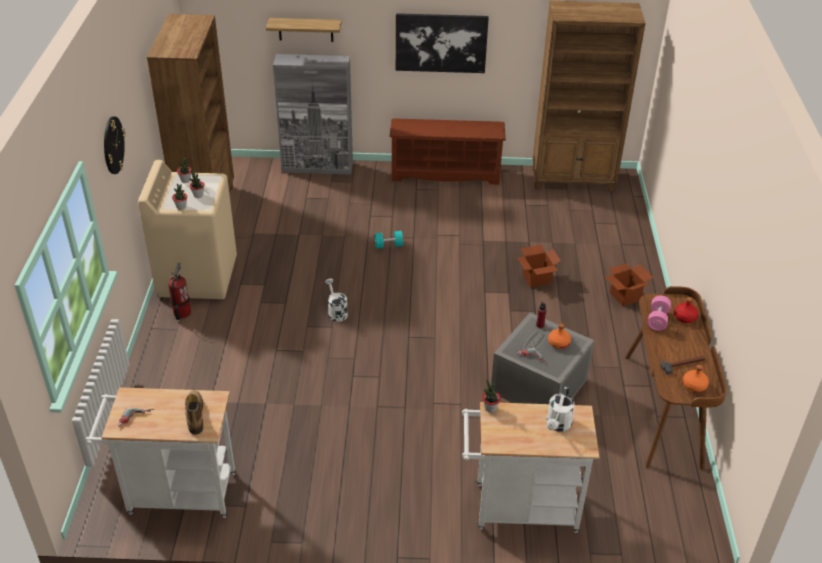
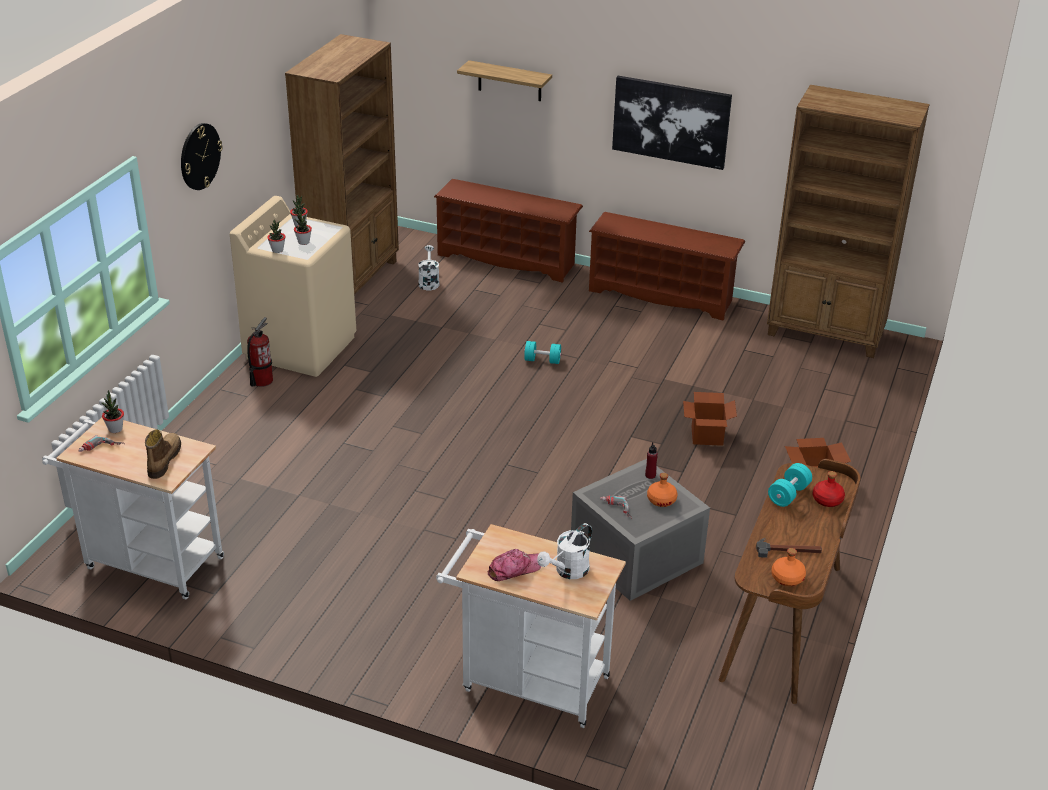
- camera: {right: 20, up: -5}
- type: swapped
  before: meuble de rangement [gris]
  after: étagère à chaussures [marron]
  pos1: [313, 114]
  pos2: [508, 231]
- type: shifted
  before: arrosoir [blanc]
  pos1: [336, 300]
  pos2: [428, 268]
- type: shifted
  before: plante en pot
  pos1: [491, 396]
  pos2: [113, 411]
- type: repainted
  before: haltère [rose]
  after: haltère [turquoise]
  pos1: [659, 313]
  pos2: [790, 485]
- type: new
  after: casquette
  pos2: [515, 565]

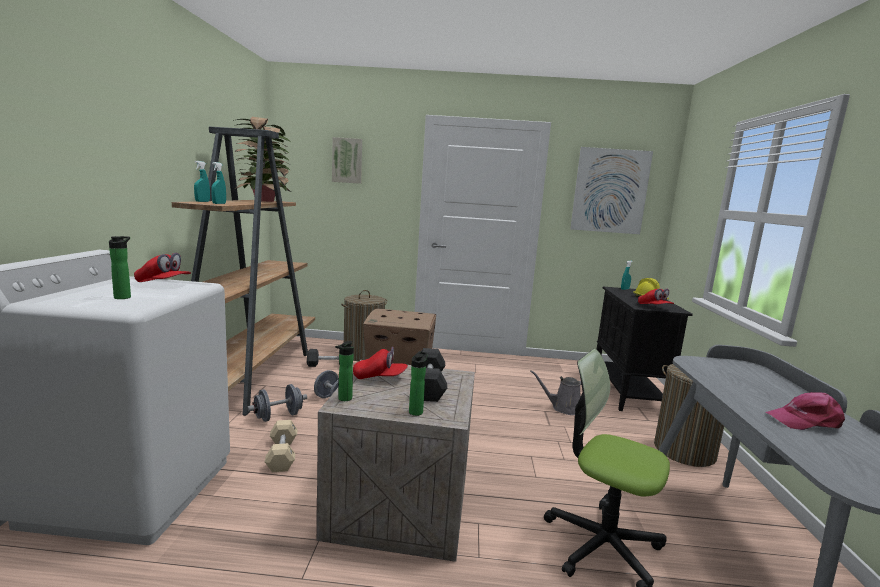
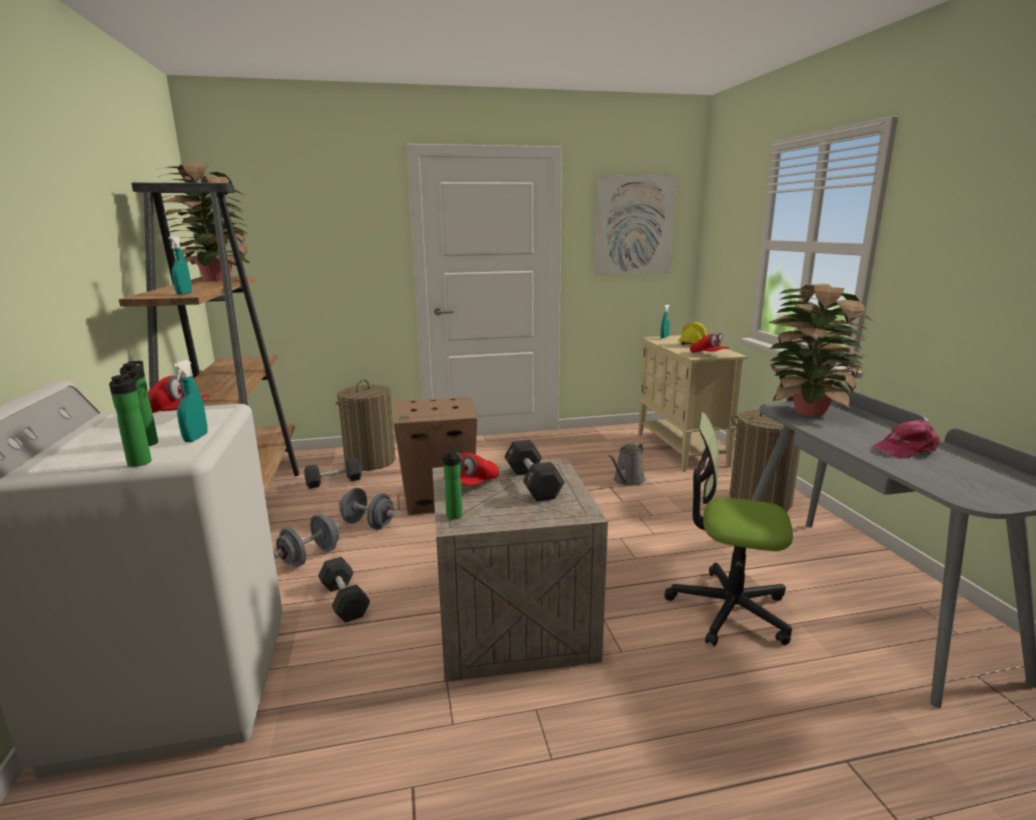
- camera: {right: -15, up: 5}
- type: shifted
  before: vaporisateur [turquoise]
  pos1: [202, 181]
  pos2: [190, 401]
- type: repainted
  before: haltère [beige]
  after: haltère [noir]
  pos1: [281, 446]
  pos2: [344, 590]
- type: gone
  before: tableau
  pos1: [347, 160]
- type: rotated
  before: casquette [rouge]
  pos1: [380, 363]
  pos2: [471, 469]
  turn: 135
- type: shifted
  before: bouteille
  pos1: [418, 383]
  pos2: [130, 420]
- type: rotated
  before: arrosoir [gris]
  pos1: [555, 392]
  pos2: [627, 464]
  turn: -45
- type: repainted
  before: meuble de rangement [noir]
  after: meuble de rangement [beige]
  pos1: [645, 349]
  pos2: [693, 403]
- type: new
  after: plante en pot
  pos2: [821, 350]

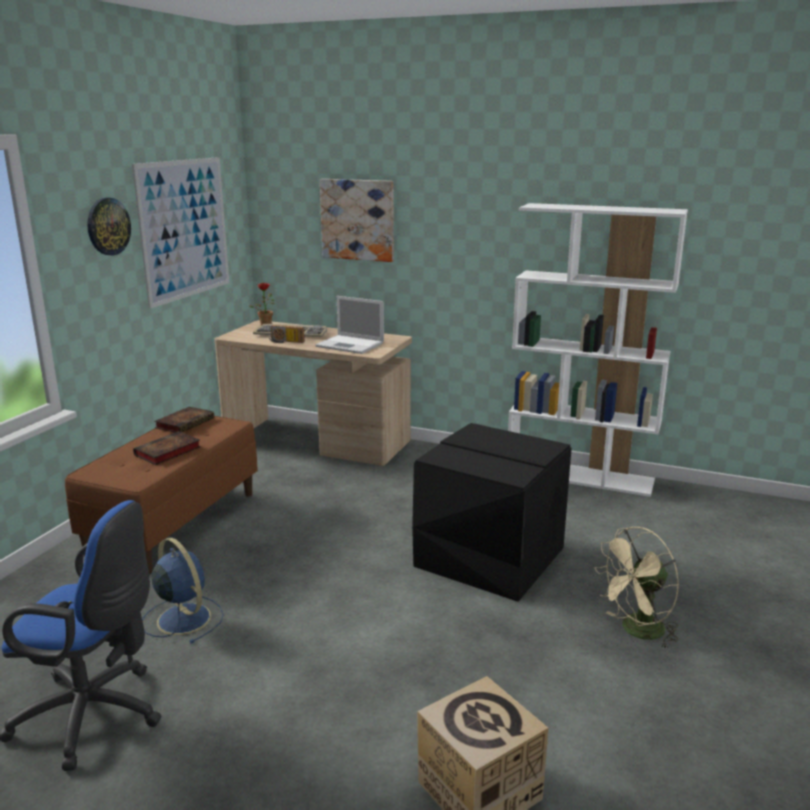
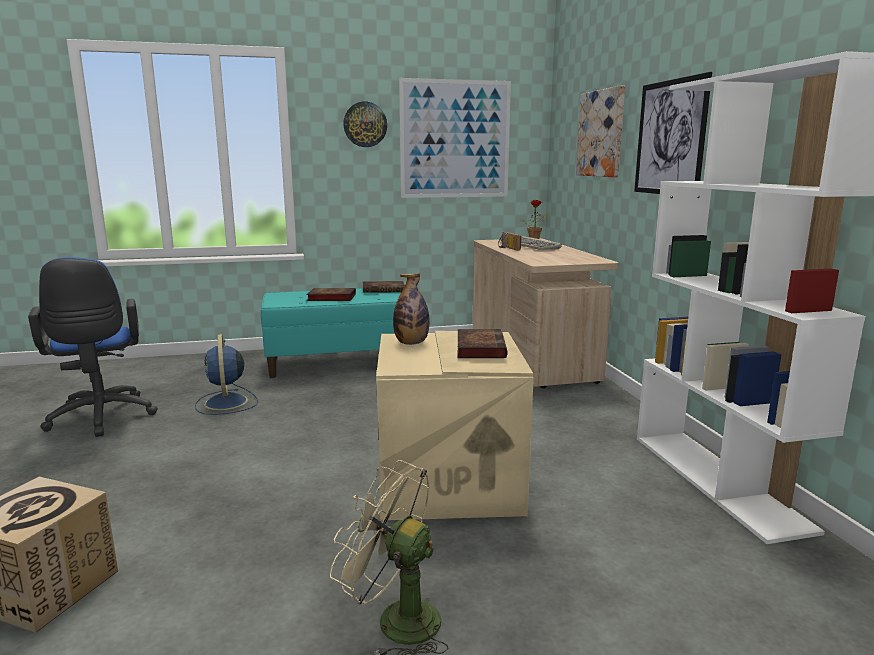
- camera: {right: 55, up: -5}
- type: repainted
  before: banc [marron]
  after: banc [turquoise]
  pos1: [161, 495]
  pos2: [331, 333]
- type: rotated
  before: ventilateur [bleu]
  pos1: [183, 591]
  pos2: [226, 374]
  turn: 150
- type: gone
  before: ordinateur portable
  pos1: [349, 325]
- type: repainted
  before: boîte de rangement [noir]
  after: boîte de rangement [beige]
  pos1: [492, 512]
  pos2: [455, 426]
- type: new
  after: bouteille
  pos2: [411, 309]
- type: new
  after: livre
  pos2: [482, 343]
- type: new
  after: tableau
  pos2: [673, 133]

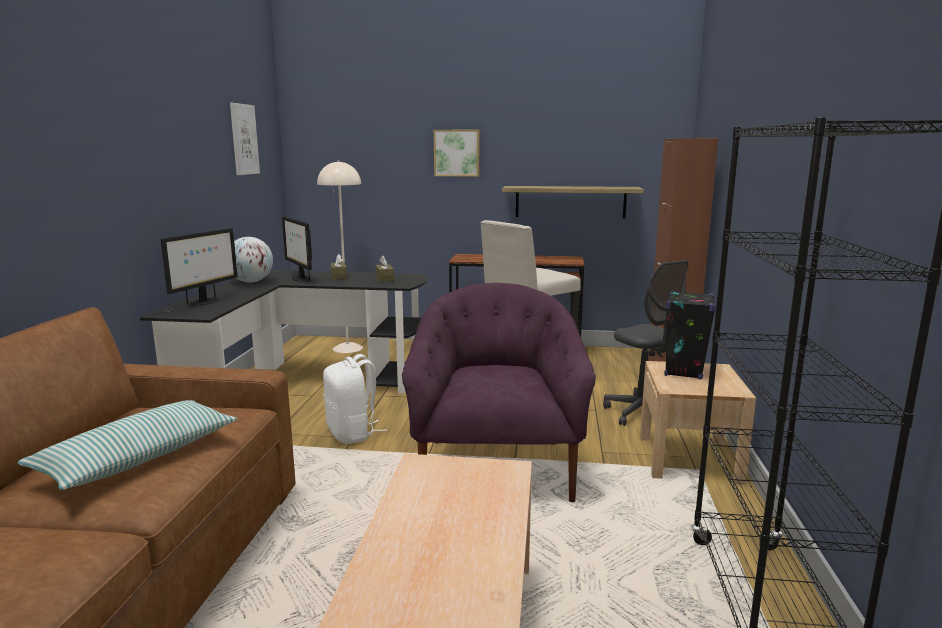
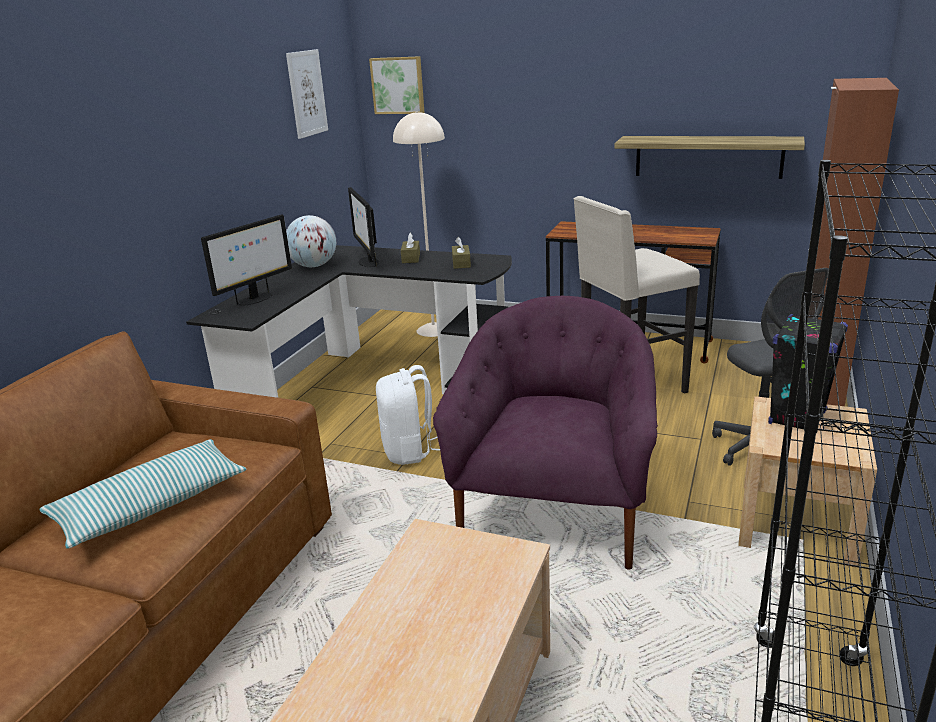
- camera: {right: 15, up: 10}
- type: shifted
  before: tableau
  pos1: [456, 153]
  pos2: [397, 85]

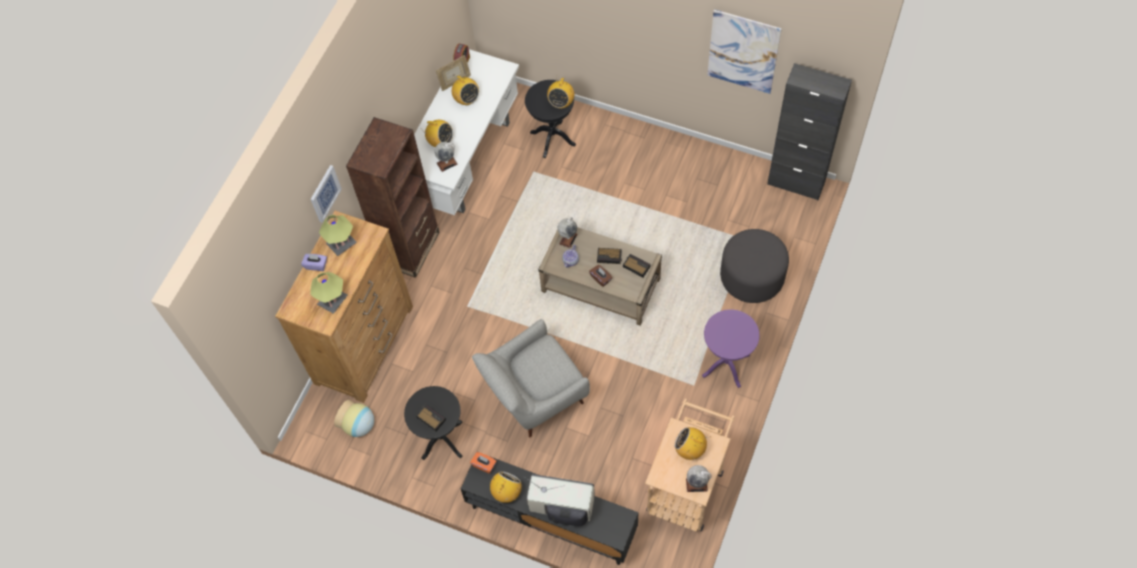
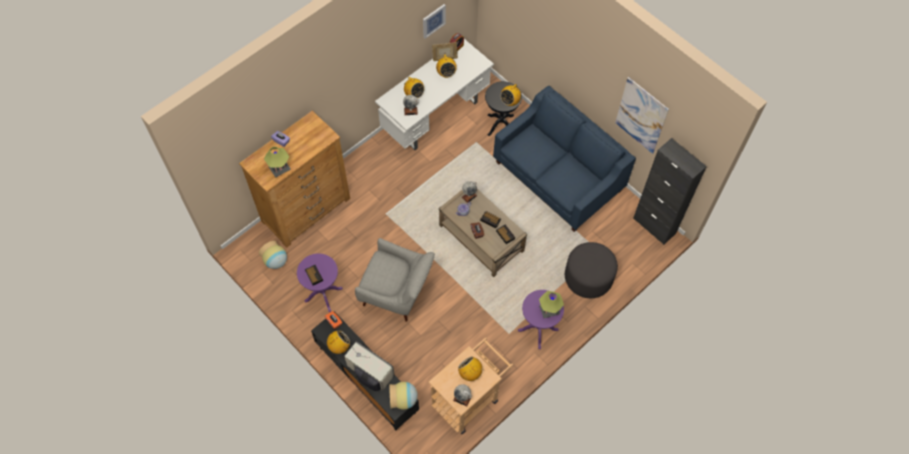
- camera: {right: 20, up: 0}
- type: shifted
  before: tableau
  pos1: [326, 194]
  pos2: [434, 21]
- type: shifted
  before: lampe de table
  pos1: [338, 235]
  pos2: [551, 304]
- type: gone
  before: bibliothèque [marron]
  pos1: [392, 197]
- type: repainted
  before: table d'appoint [noir]
  after: table d'appoint [violet]
  pos1: [433, 423]
  pos2: [320, 282]
- type: rotated
  before: fauteuil [gris]
  pos1: [531, 378]
  pos2: [395, 280]
  turn: -150
- type: new
  after: vase
  pos2: [403, 396]
- type: new
  after: canapé [bleu]
  pos2: [564, 159]

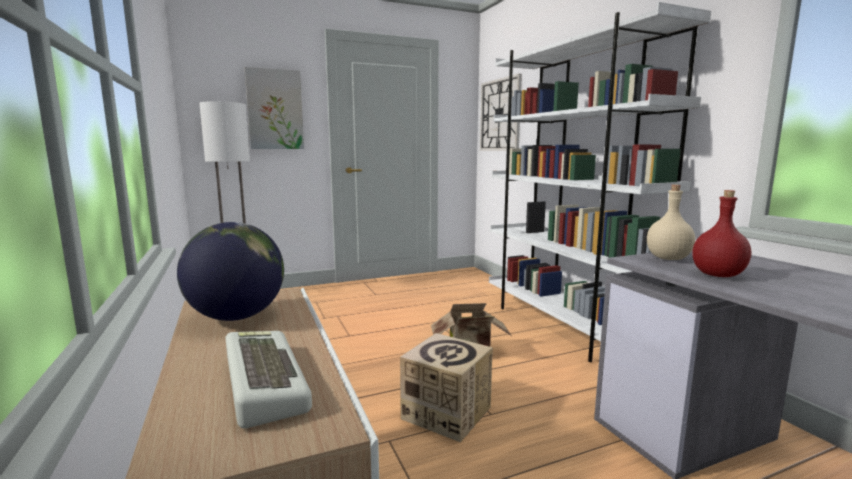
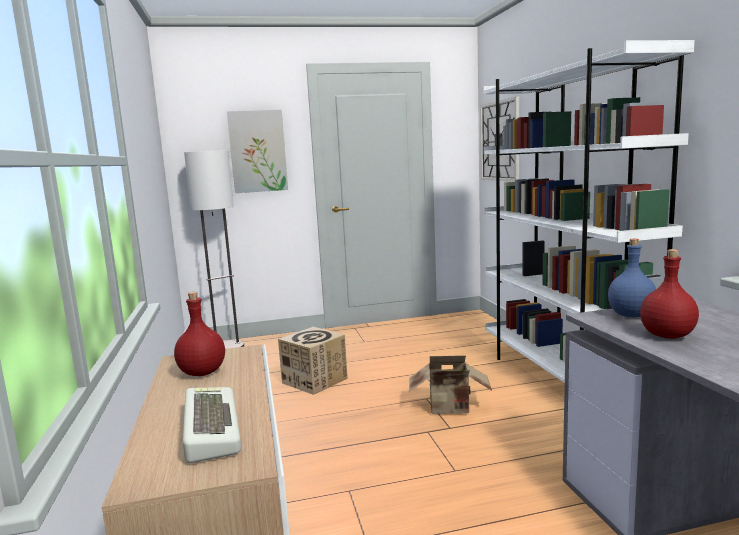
- camera: {right: 10, up: 0}
- type: swapped
  before: globe
  after: bouteille [rouge]
  pos1: [230, 271]
  pos2: [199, 334]
- type: shifted
  before: carton
  pos1: [446, 387]
  pos2: [313, 361]
- type: repainted
  before: bouteille [beige]
  after: bouteille [bleu]
  pos1: [671, 222]
  pos2: [632, 278]

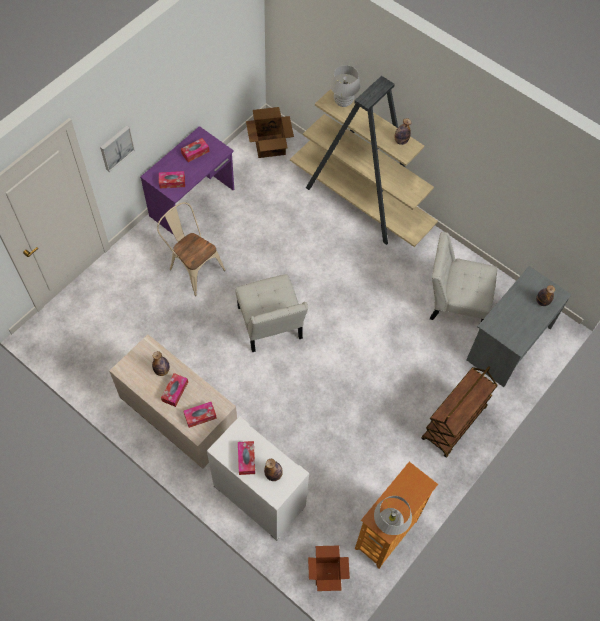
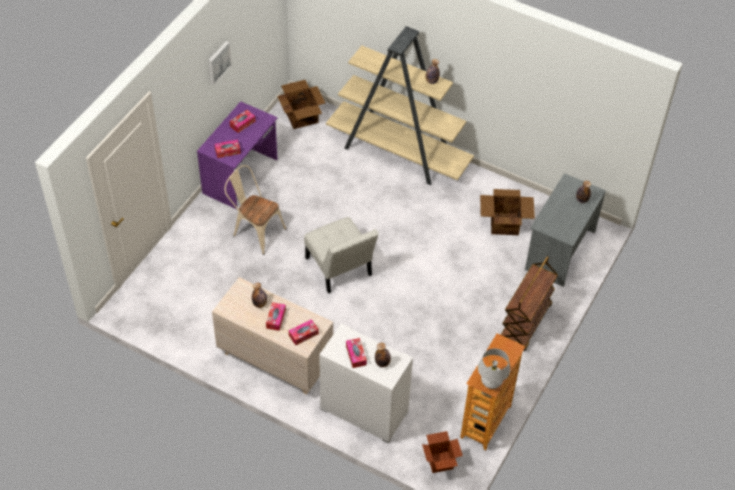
- camera: {right: -10, up: -10}
- type: shifted
  before: tableau
  pos1: [117, 149]
  pos2: [220, 63]
- type: gone
  before: lampe de table [blanc]
  pos1: [345, 86]
- type: swapped
  before: chaise [blanc]
  after: carton
  pos1: [463, 277]
  pos2: [507, 212]

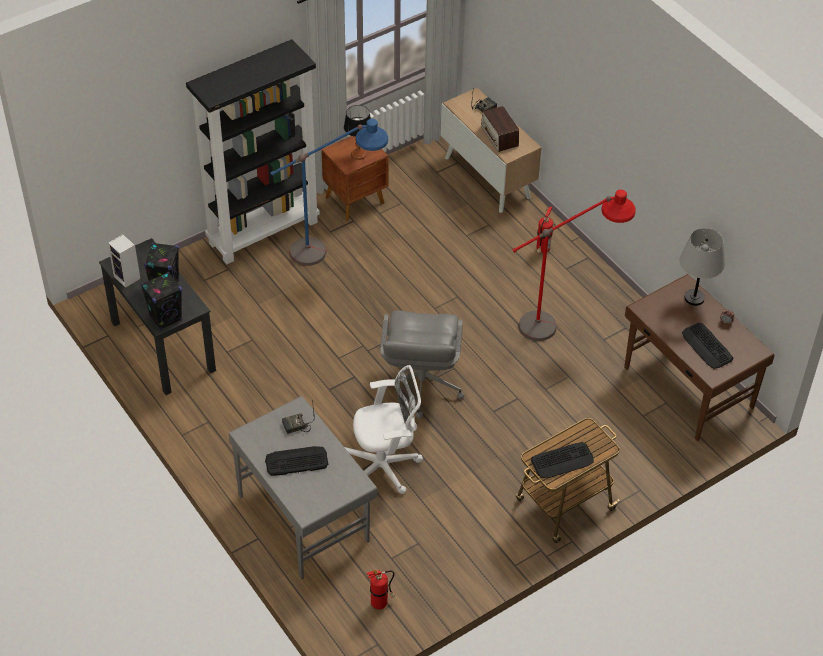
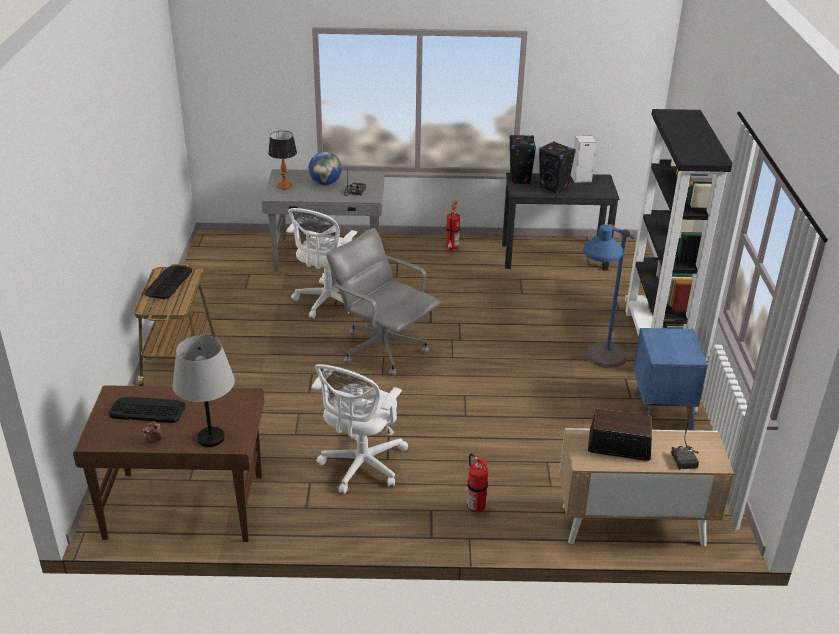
- camera: {right: 125, up: -15}
- type: swapped
  before: clavier
  after: globe
  pos1: [296, 461]
  pos2: [325, 168]
- type: repainted
  before: table de chevet [marron]
  after: table de chevet [bleu]
  pos1: [355, 178]
  pos2: [670, 379]
- type: shifted
  before: lampe de table
  pos1: [357, 132]
  pos2: [282, 160]
- type: shifted
  before: extincteur
  pos1: [381, 590]
  pos2: [453, 225]
- type: swapped
  before: lampadaire [rouge]
  after: chaise de bureau [blanc]
  pos1: [574, 265]
  pos2: [360, 429]

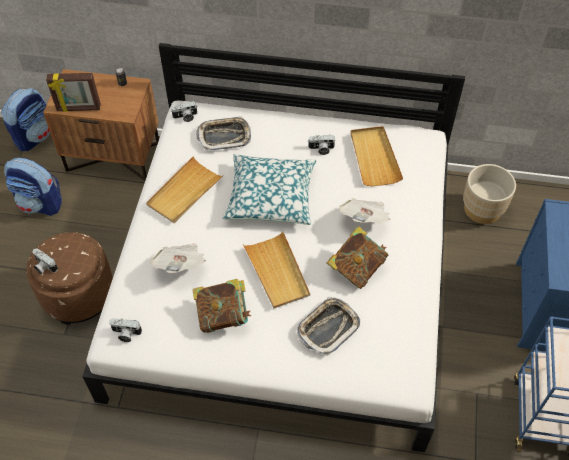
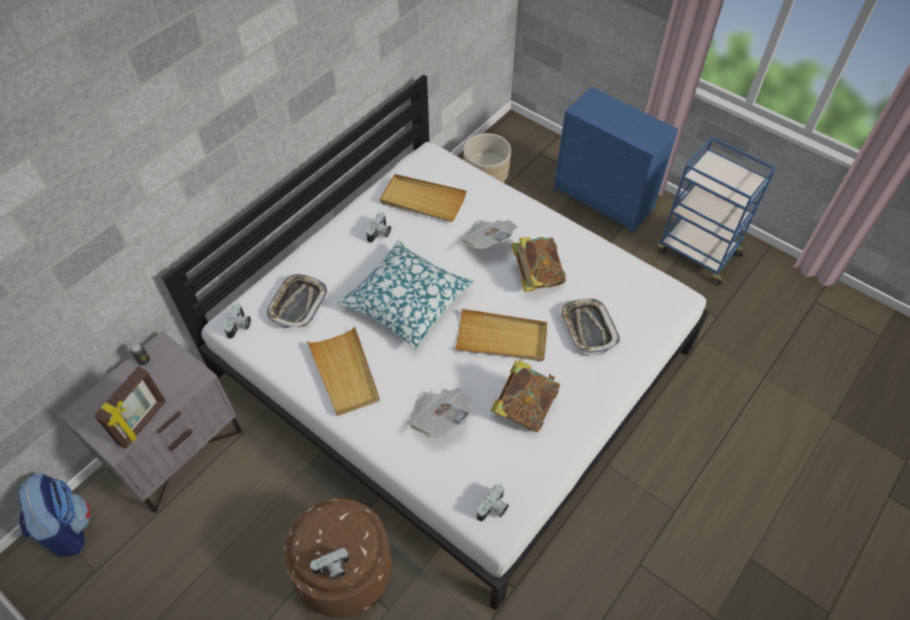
- camera: {right: -60, up: 0}
- type: gone
  before: sac à dos
  pos1: [33, 187]
- type: repainted
  before: table de chevet [marron]
  after: table de chevet [gris]
  pos1: [101, 125]
  pos2: [150, 422]

